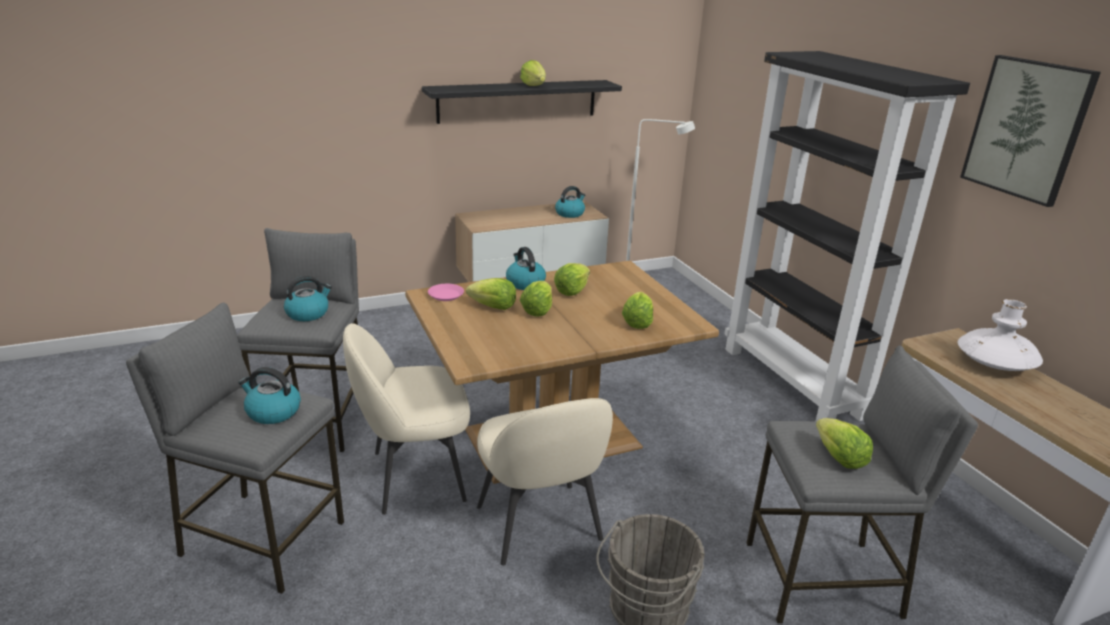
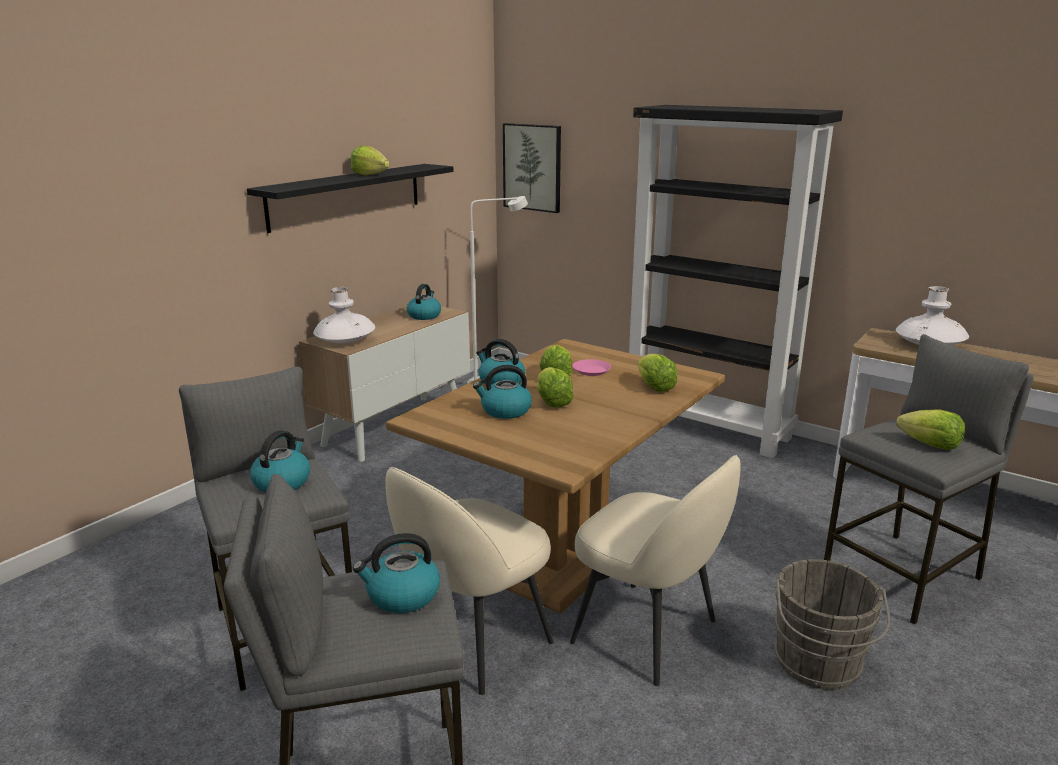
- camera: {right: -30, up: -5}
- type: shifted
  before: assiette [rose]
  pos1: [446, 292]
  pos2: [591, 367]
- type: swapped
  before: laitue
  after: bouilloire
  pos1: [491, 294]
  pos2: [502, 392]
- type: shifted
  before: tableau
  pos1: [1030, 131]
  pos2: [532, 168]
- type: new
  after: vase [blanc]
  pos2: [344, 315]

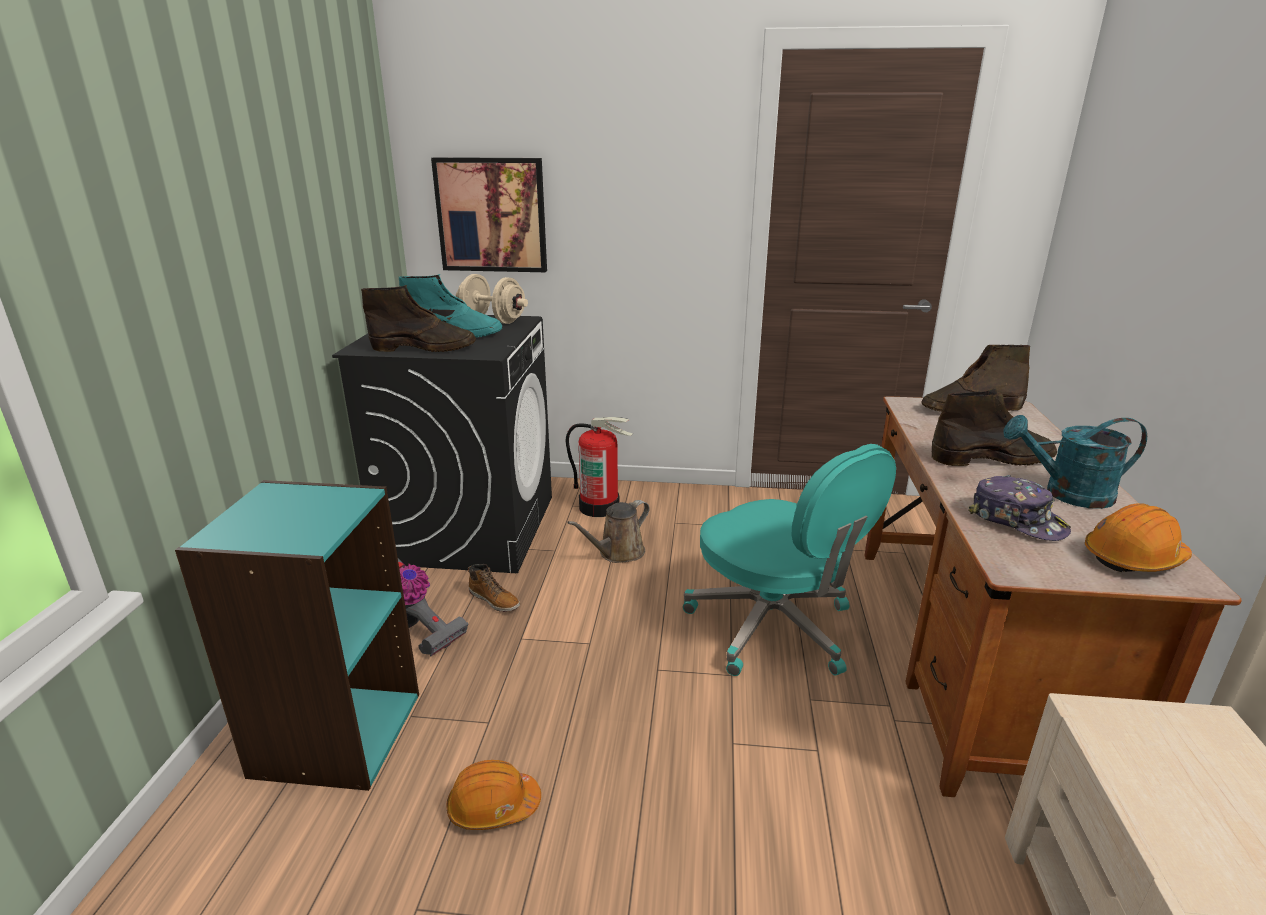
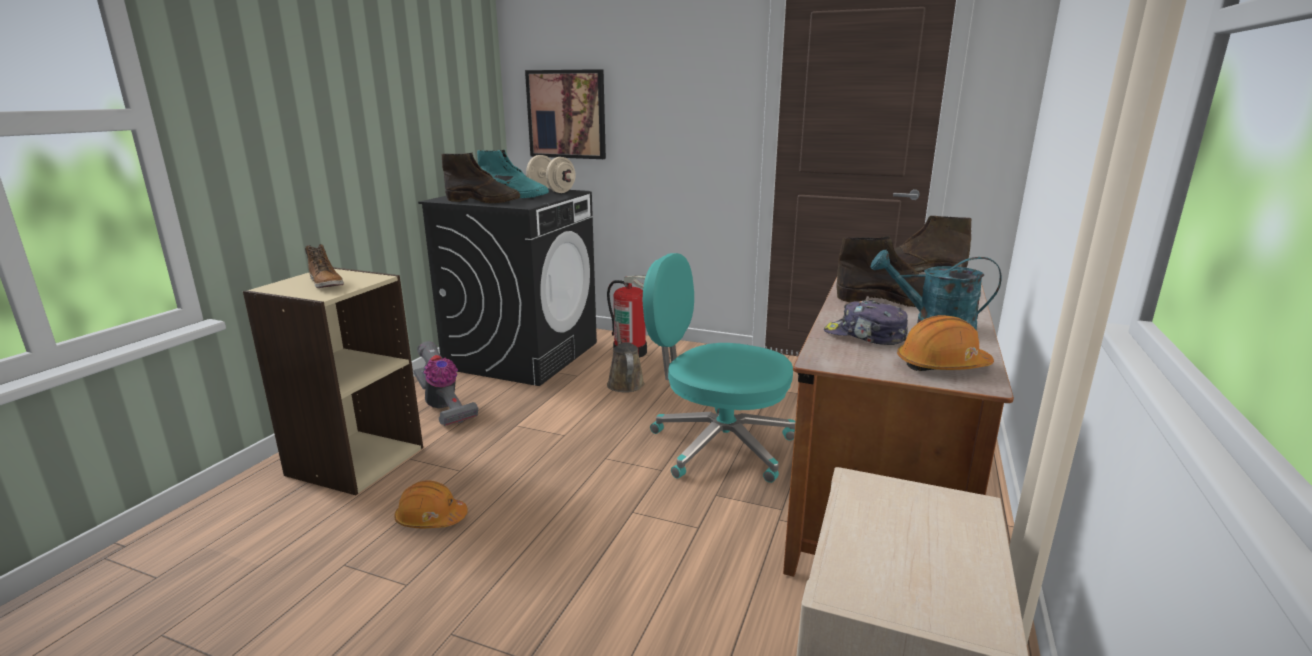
- camera: {right: 15, up: -5}
- type: repainted
  before: bibliothèque [turquoise]
  after: bibliothèque [beige]
  pos1: [297, 635]
  pos2: [333, 381]
- type: shifted
  before: botte
  pos1: [494, 588]
  pos2: [324, 266]
- type: rotated
  before: arrosoir [marron]
  pos1: [608, 531]
  pos2: [626, 357]
  turn: 105
- type: rotated
  before: chaise de bureau [turquoise]
  pos1: [789, 560]
  pos2: [719, 368]
  turn: 135
- type: rotated
  before: casquette
  pos1: [1019, 508]
  pos2: [866, 322]
  turn: 150

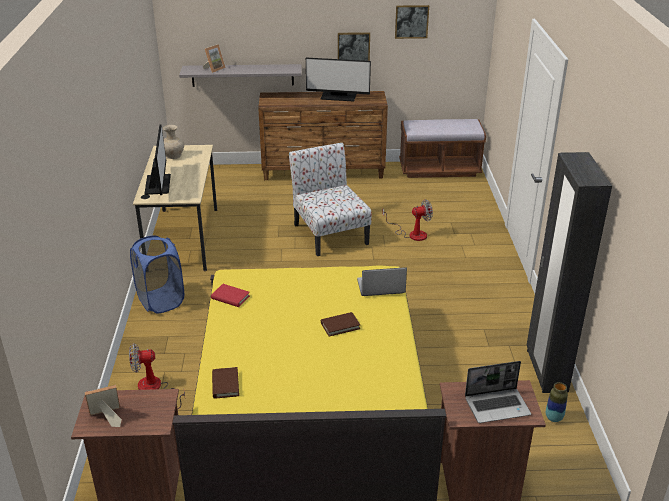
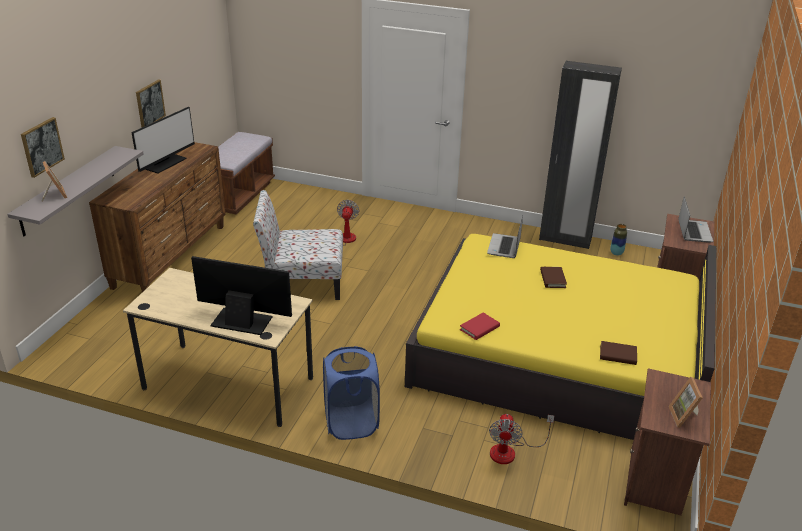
- camera: {right: -70, up: 0}
- type: gone
  before: vase [beige]
  pos1: [173, 142]
- type: shifted
  before: tableau
  pos1: [412, 22]
  pos2: [43, 147]

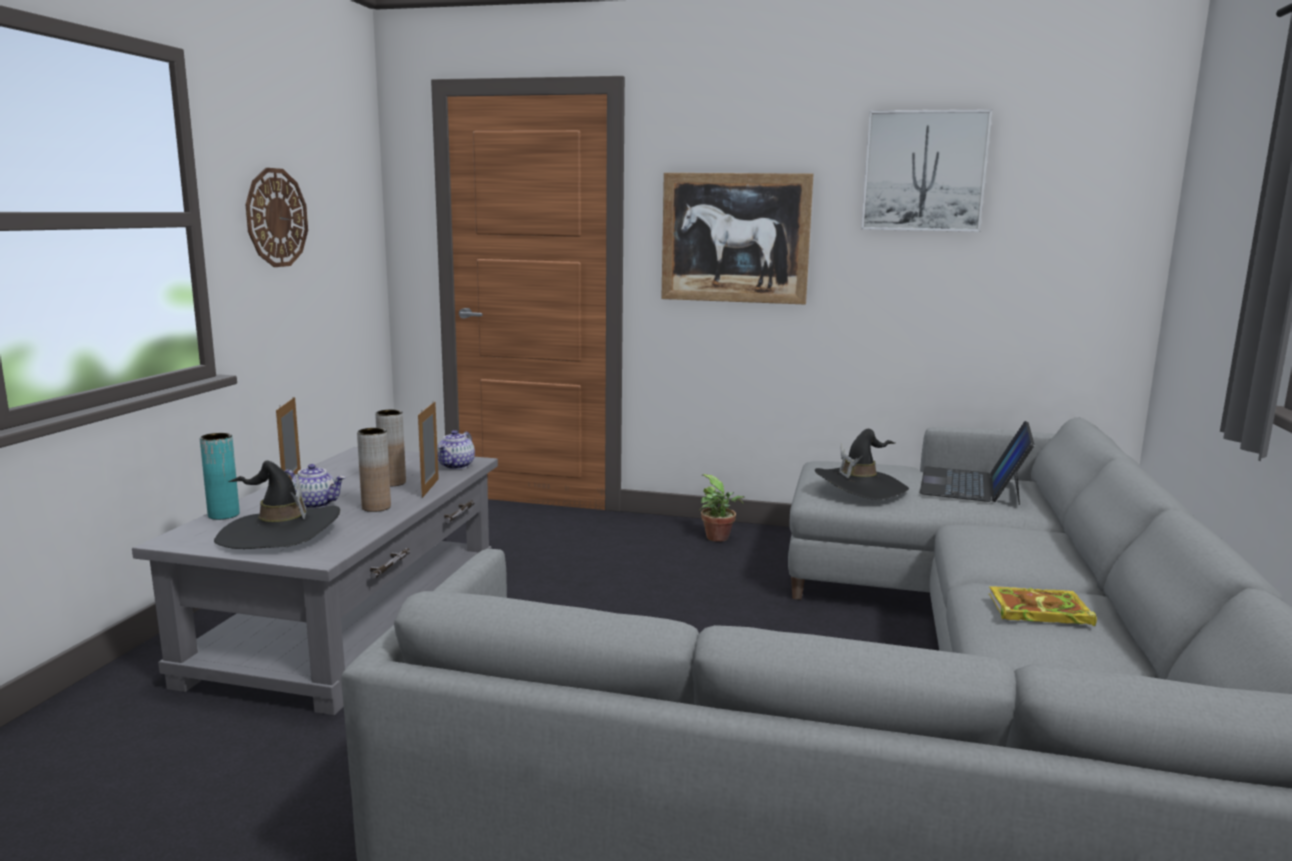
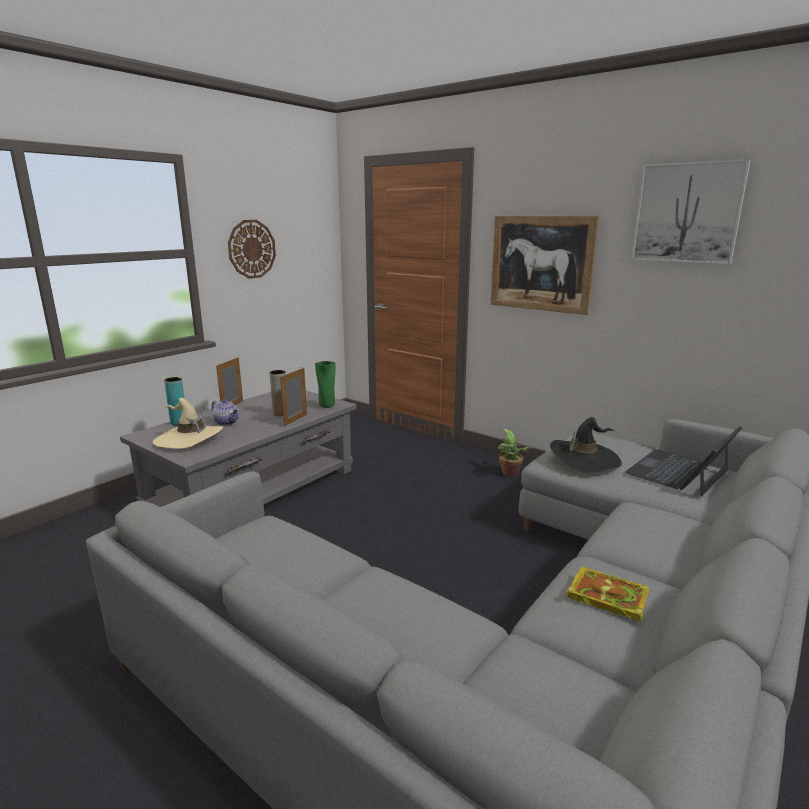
- camera: {right: 25, up: 5}
- type: repainted
  before: chapeau [noir]
  after: chapeau [beige]
  pos1: [277, 505]
  pos2: [188, 423]
- type: gone
  before: vase [marron]
  pos1: [374, 470]
- type: swapped
  before: théière
  after: vase [vert]
  pos1: [456, 449]
  pos2: [325, 384]

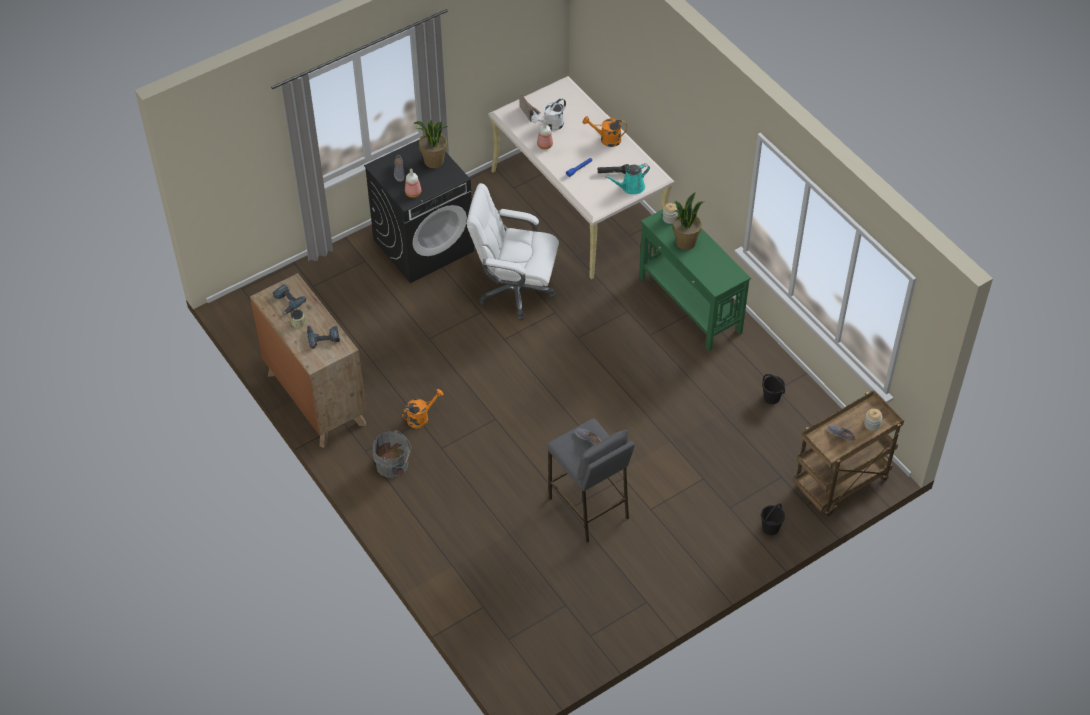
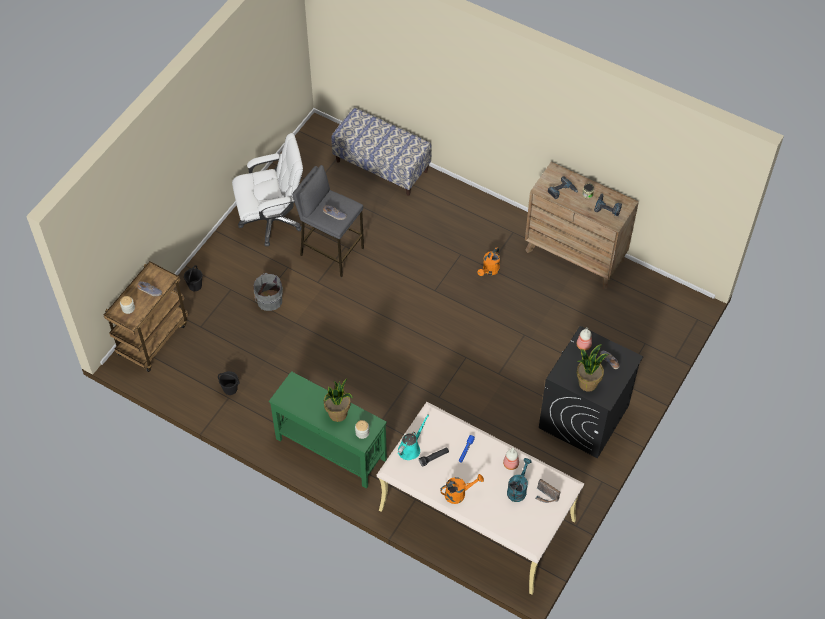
- camera: {right: 155, up: 5}
- type: shifted
  before: seau [gris]
  pos1: [391, 454]
  pos2: [268, 292]
- type: shifted
  before: chaise de bureau [blanc]
  pos1: [513, 251]
  pos2: [267, 189]
- type: repainted
  before: arrosoir [blanc]
  after: arrosoir [turquoise]
  pos1: [548, 114]
  pos2: [519, 480]
- type: new
  after: banc
  pos2: [381, 152]

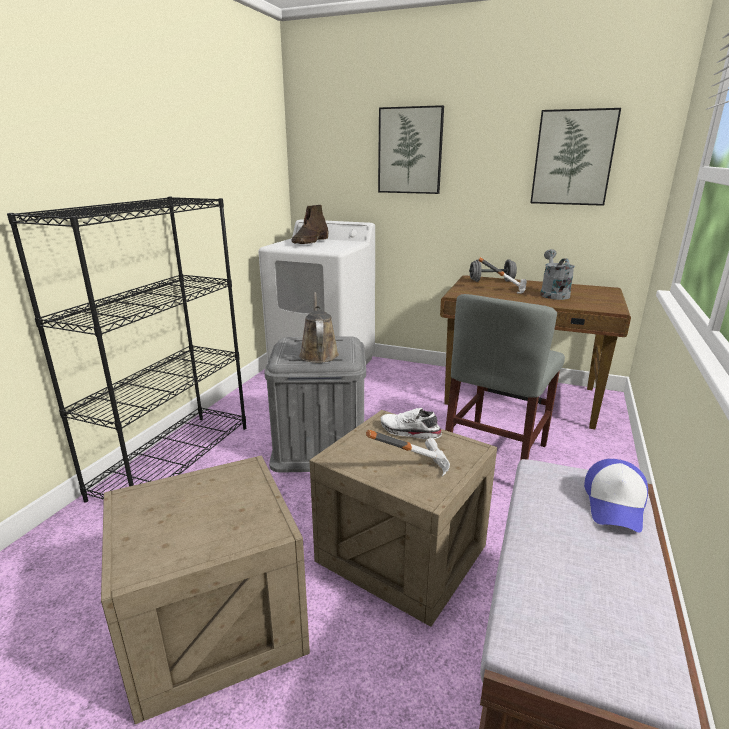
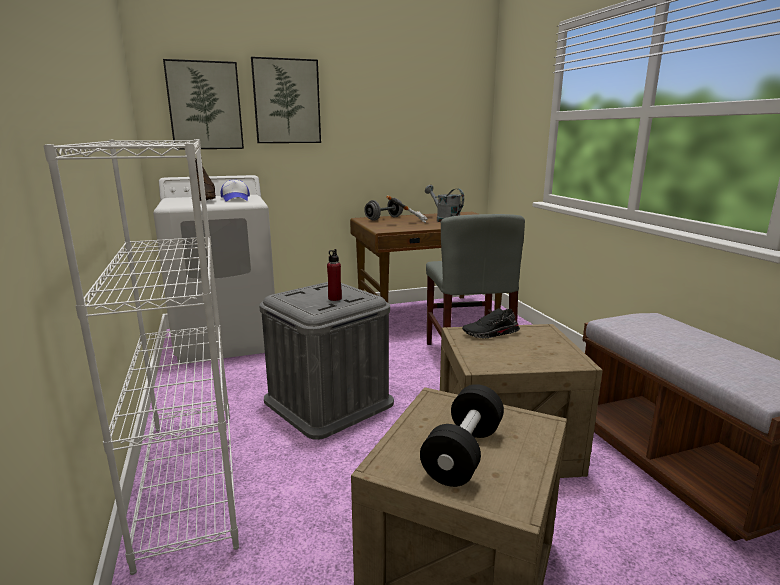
- camera: {right: -40, up: -5}
- type: repainted
  before: bibliothèque [noir]
  after: bibliothèque [blanc]
  pos1: [126, 349]
  pos2: [141, 357]
- type: swapped
  before: arrosoir [marron]
  after: bouteille [rouge]
  pos1: [319, 327]
  pos2: [334, 275]
- type: gone
  before: marteau
  pos1: [408, 452]
- type: repainted
  before: chaussure [blanc]
  after: chaussure [noir]
  pos1: [411, 423]
  pos2: [491, 323]
- type: shifted
  before: tableau
  pos1: [575, 157]
  pos2: [203, 104]
- type: shifted
  before: casquette
  pos1: [616, 496]
  pos2: [235, 191]
- type: new
  after: haltère [noir]
  pos2: [462, 435]

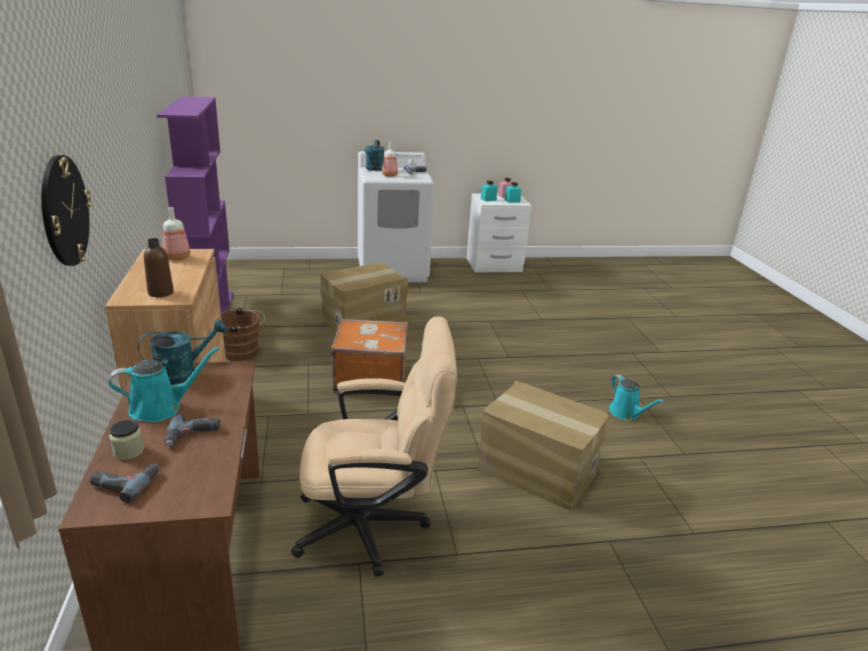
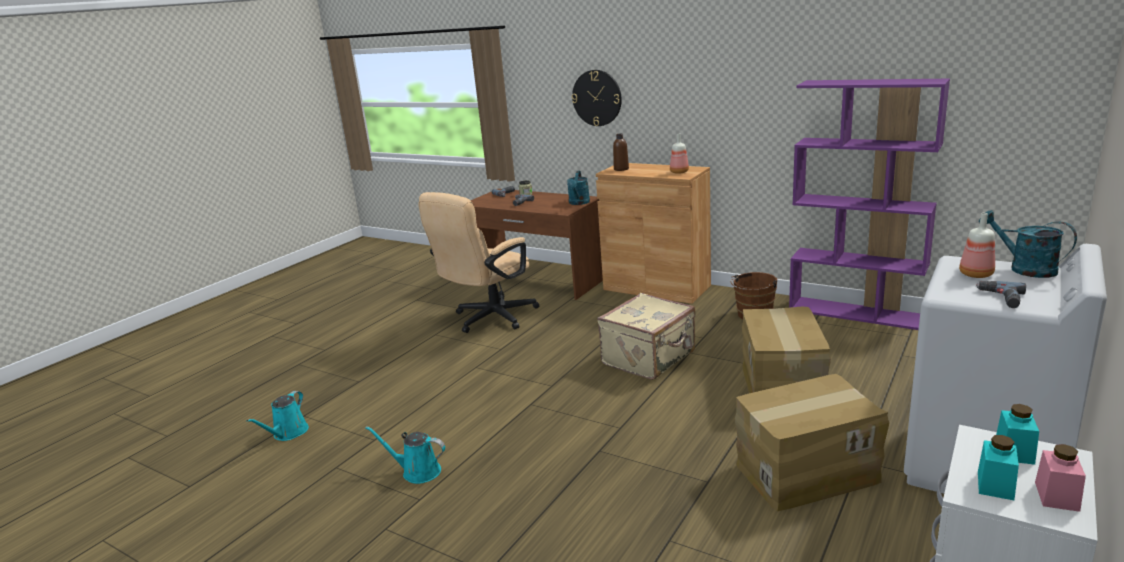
- camera: {right: 135, up: -5}
- type: shifted
  before: arrosoir [turquoise]
  pos1: [164, 384]
  pos2: [277, 416]
- type: repainted
  before: valise [orange]
  after: valise [beige]
  pos1: [369, 355]
  pos2: [646, 336]
- type: shifted
  before: carton
  pos1: [542, 445]
  pos2: [812, 442]

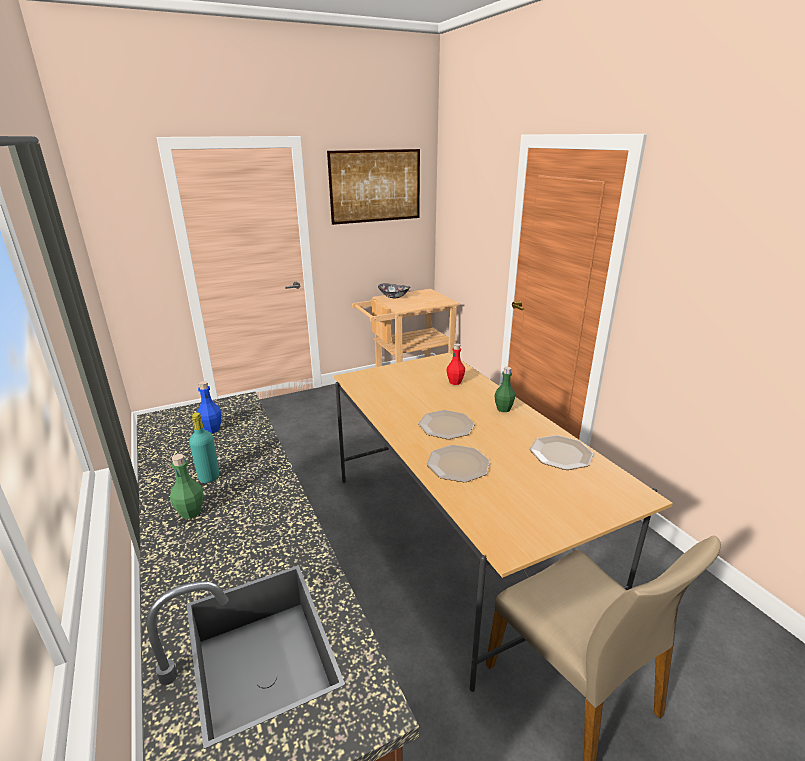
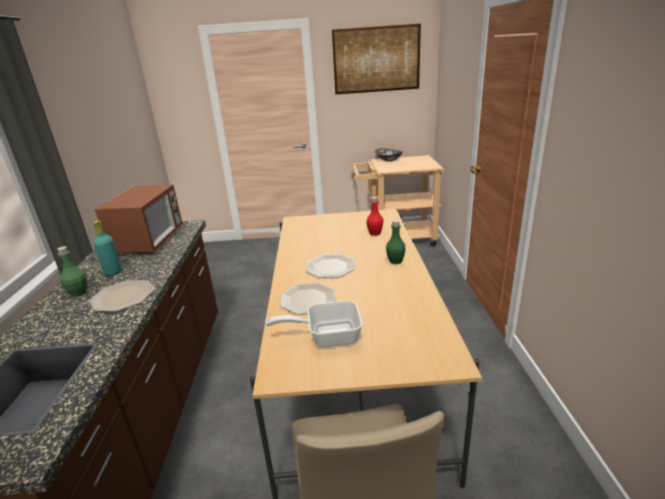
- camera: {right: 25, up: 0}
- type: swapped
  before: bouteille [bleu]
  after: micro-ondes
  pos1: [209, 407]
  pos2: [139, 219]
- type: shifted
  before: assiette
  pos1: [562, 452]
  pos2: [121, 296]
- type: new
  after: poêle
  pos2: [313, 324]

